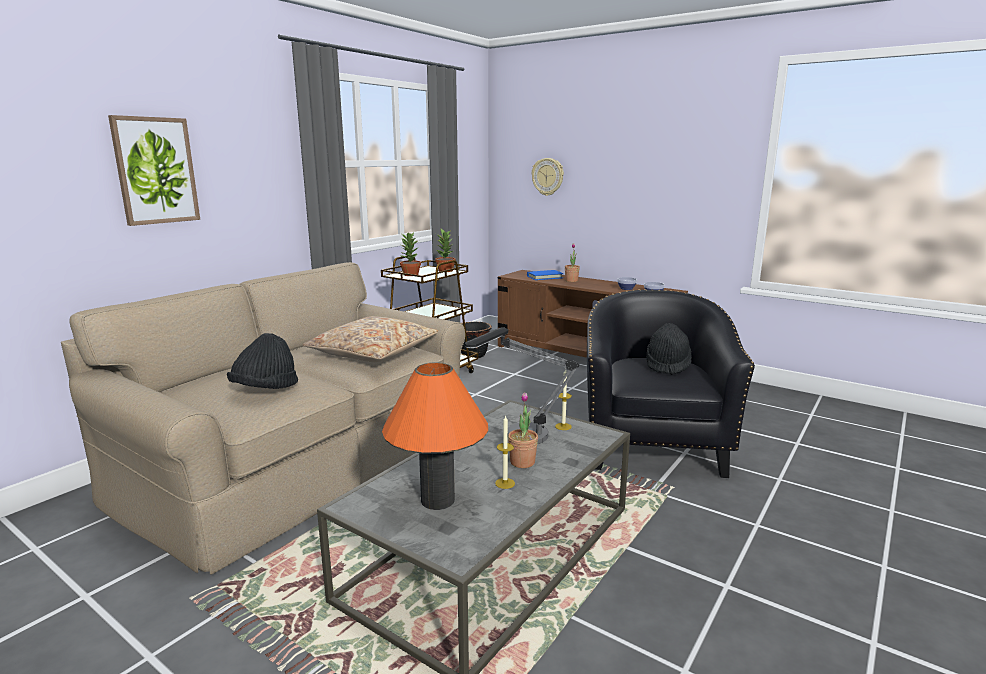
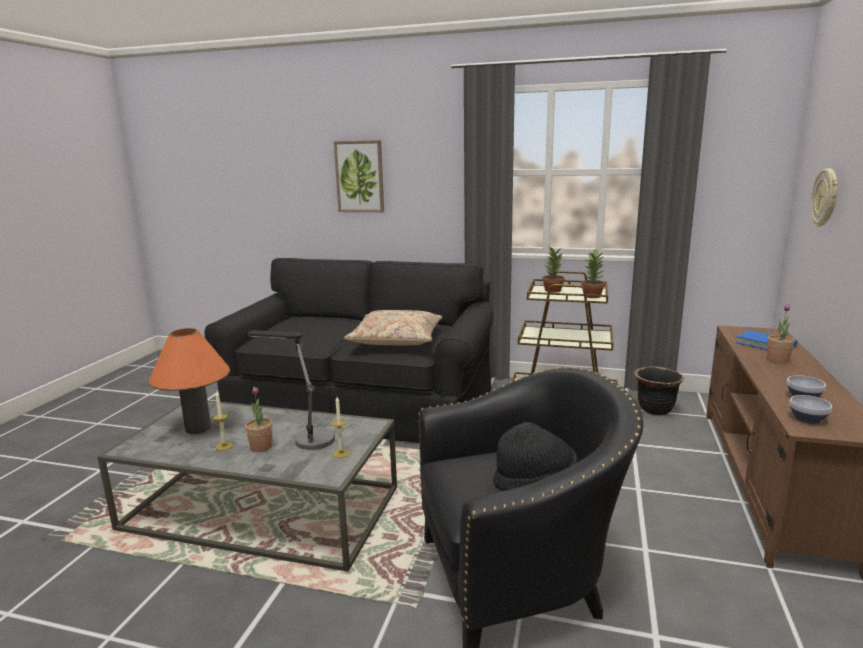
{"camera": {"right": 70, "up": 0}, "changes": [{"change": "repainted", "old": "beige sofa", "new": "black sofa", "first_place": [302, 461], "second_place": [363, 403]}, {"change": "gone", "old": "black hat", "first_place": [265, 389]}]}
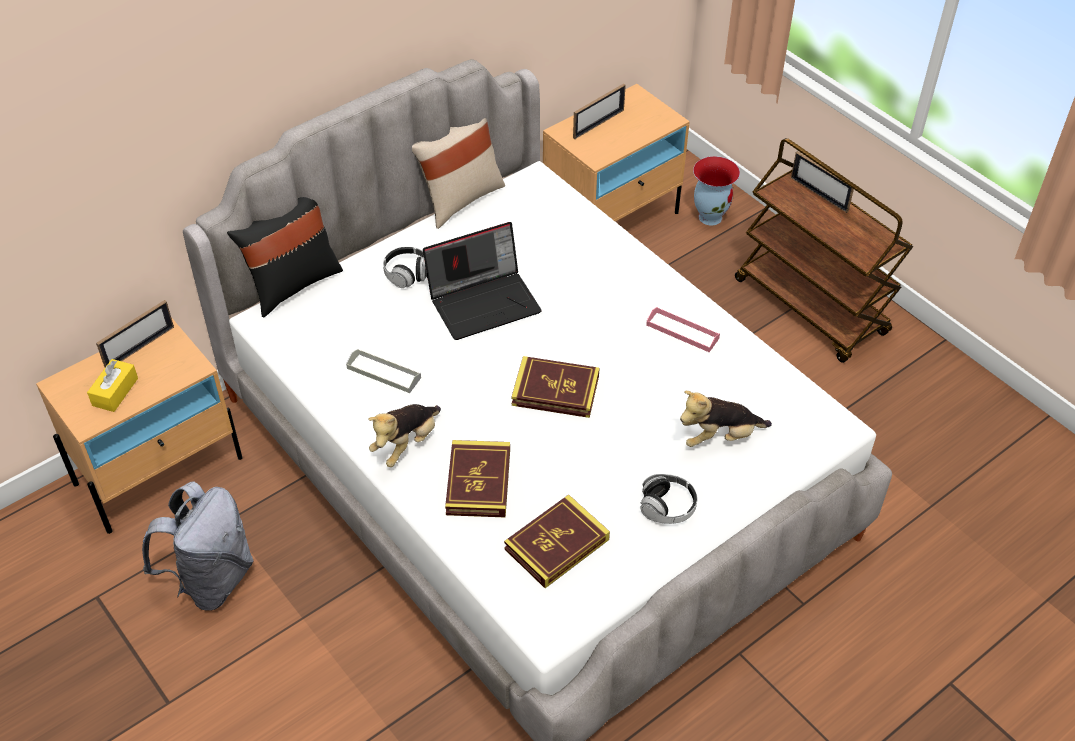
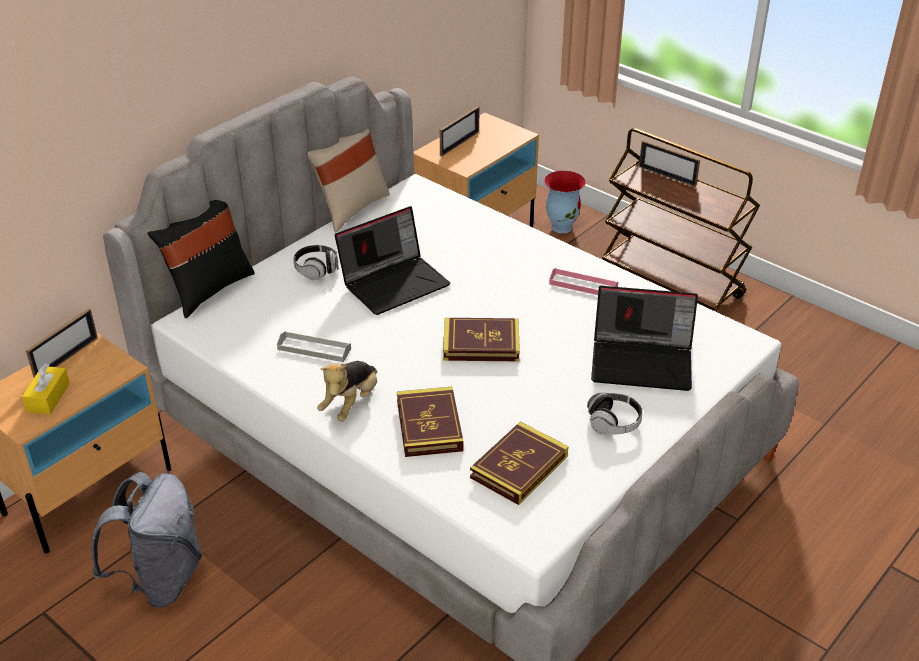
{"camera": {"right": -10, "up": -10}, "changes": [{"change": "swapped", "old": "plush toy", "new": "laptop", "first_place": [719, 437], "second_place": [643, 362]}]}
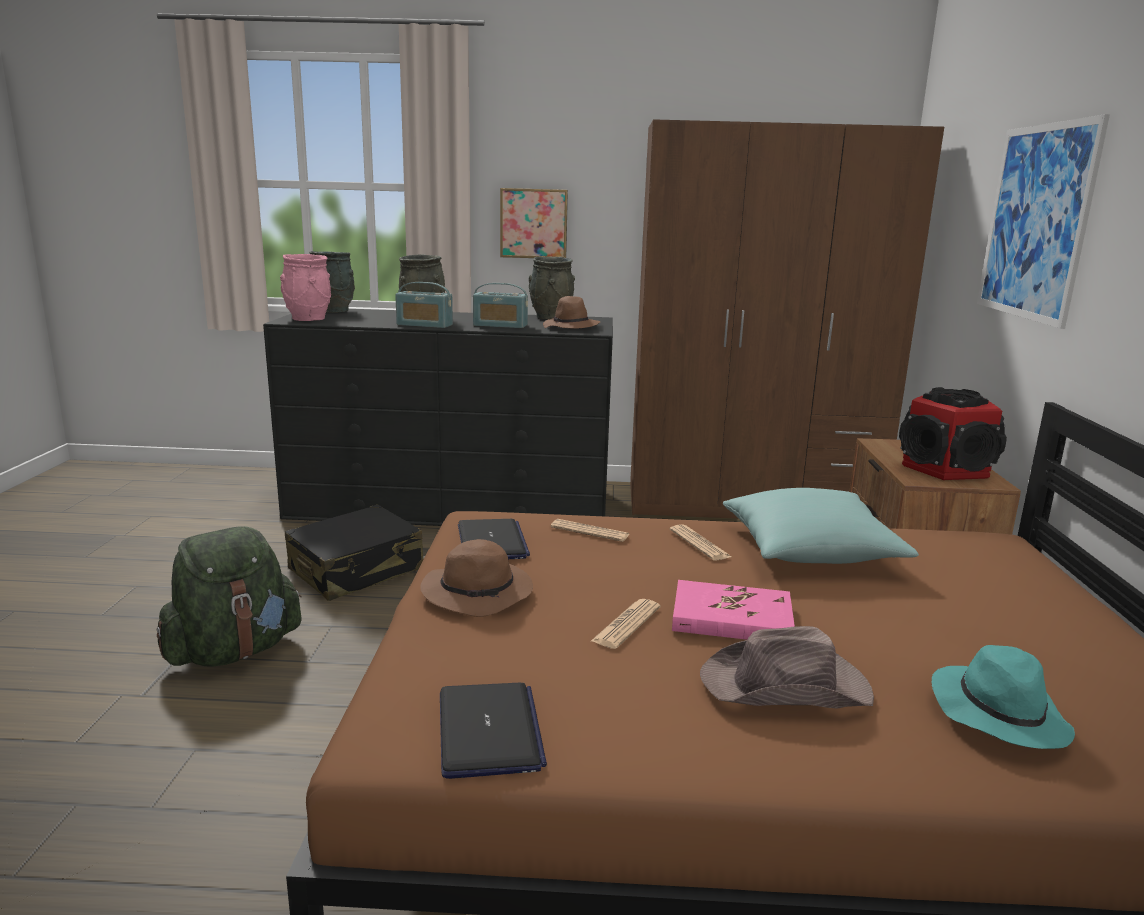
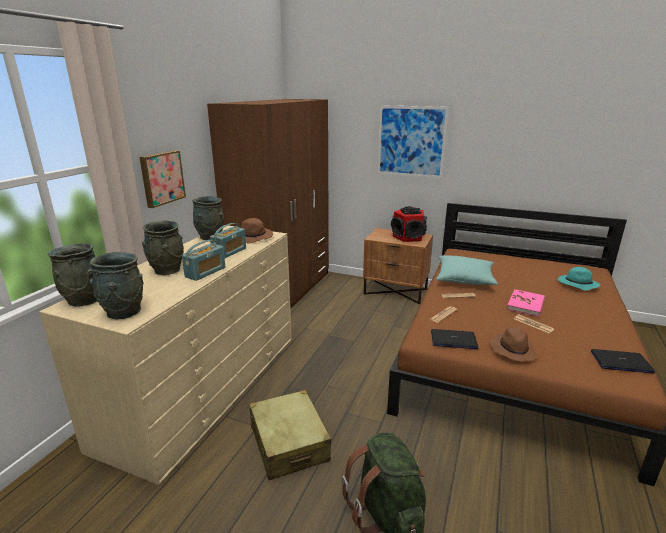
{"camera": {"right": -70, "up": 5}, "changes": [{"change": "repainted", "old": "black dresser", "new": "beige dresser", "first_place": [452, 504], "second_place": [206, 386]}, {"change": "repainted", "old": "pink vase", "new": "grey vase", "first_place": [308, 319], "second_place": [123, 312]}, {"change": "repainted", "old": "black suitcase", "new": "beige suitcase", "first_place": [357, 570], "second_place": [289, 443]}, {"change": "gone", "old": "brown hat", "first_place": [787, 687]}]}
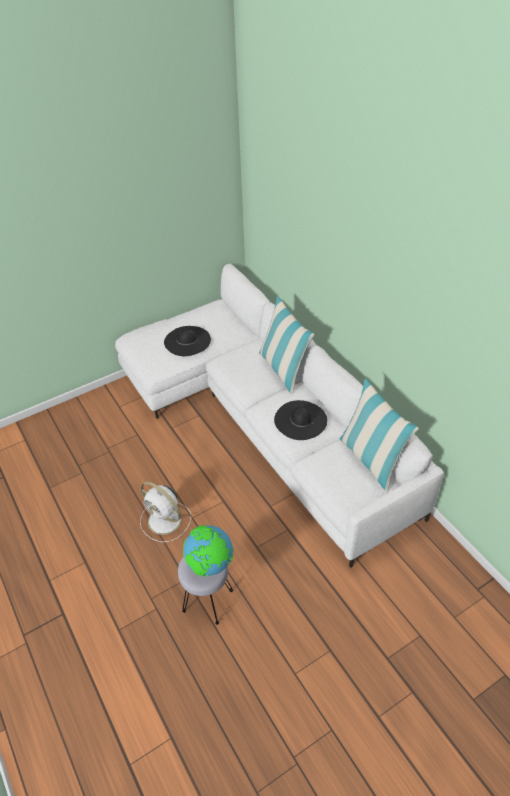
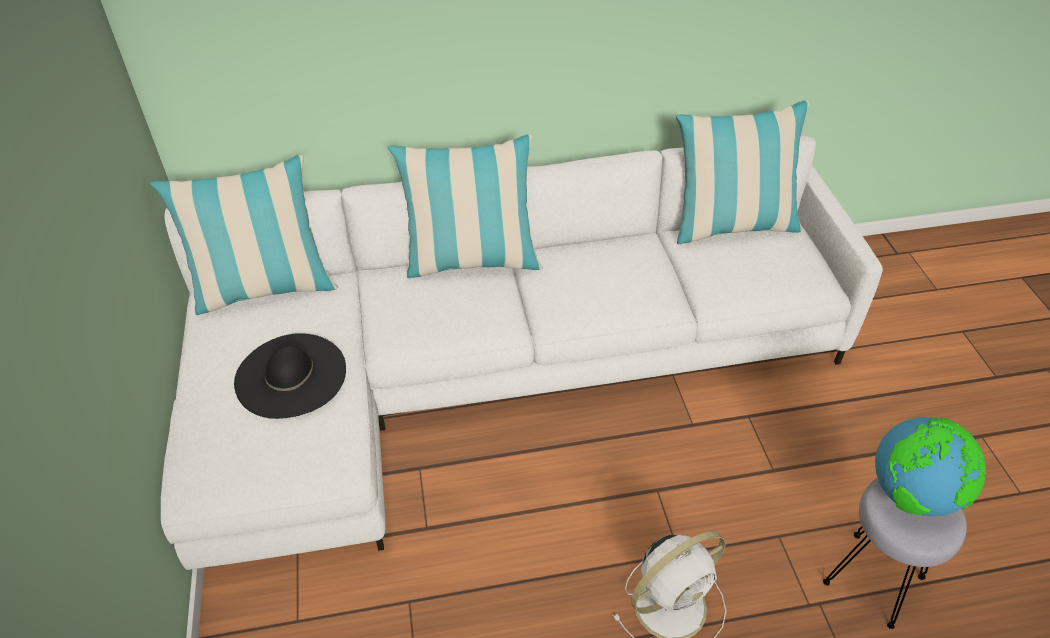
{"camera": {"right": -70, "up": 0}, "changes": [{"change": "gone", "old": "black hat", "first_place": [300, 420]}, {"change": "new", "new": "pillow", "second_place": [264, 289]}]}
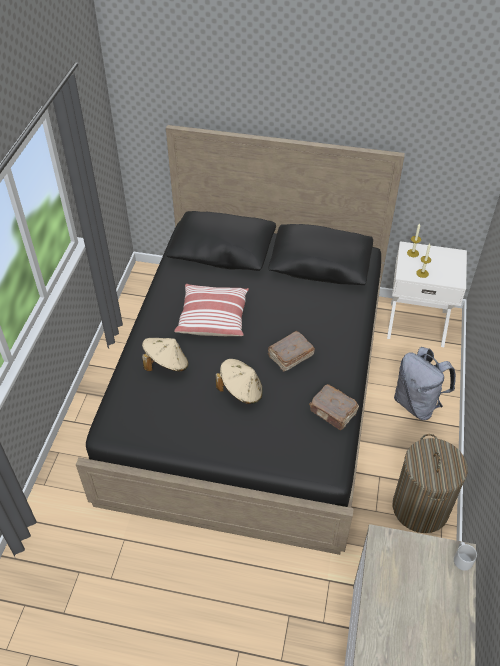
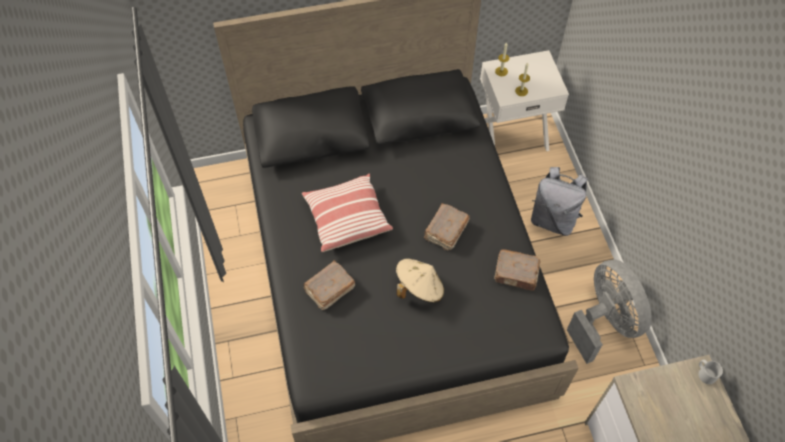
{"camera": {"right": -25, "up": 10}, "changes": [{"change": "swapped", "old": "beige hat", "new": "brown book", "first_place": [166, 364], "second_place": [329, 289]}, {"change": "swapped", "old": "laundry basket", "new": "grey fan", "first_place": [420, 507], "second_place": [604, 322]}]}
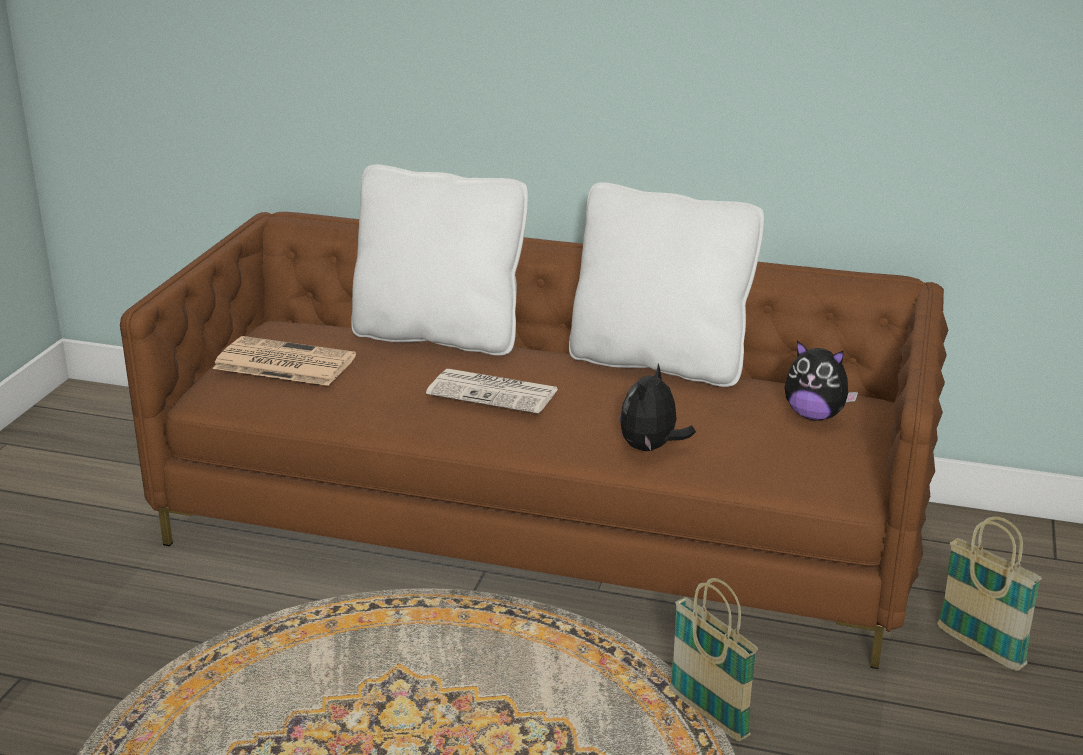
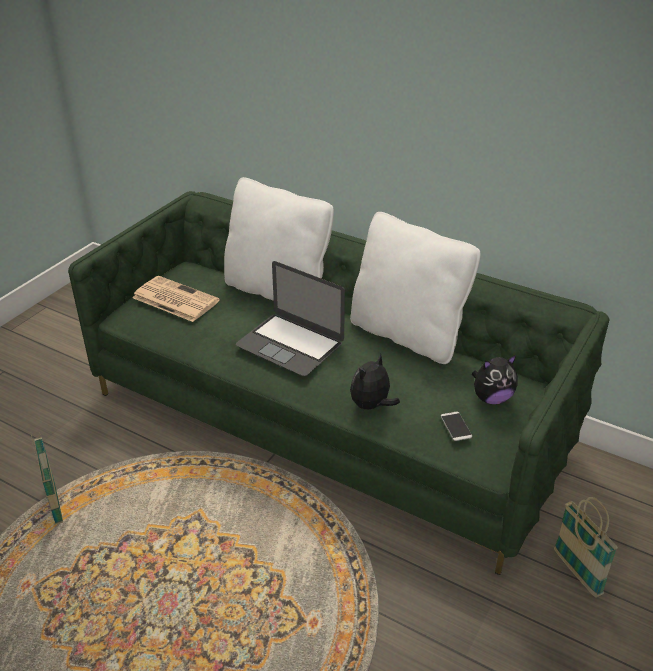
{"camera": {"right": 15, "up": 10}, "changes": [{"change": "repainted", "old": "brown sofa", "new": "green sofa", "first_place": [542, 527], "second_place": [327, 420]}, {"change": "swapped", "old": "newspaper", "new": "laptop", "first_place": [495, 392], "second_place": [290, 344]}, {"change": "shifted", "old": "basket", "first_place": [708, 715], "second_place": [55, 504]}, {"change": "rotated", "old": "plush toy", "first_place": [815, 415], "second_place": [491, 398], "degrees": -60}, {"change": "new", "new": "phone", "second_place": [456, 426]}]}
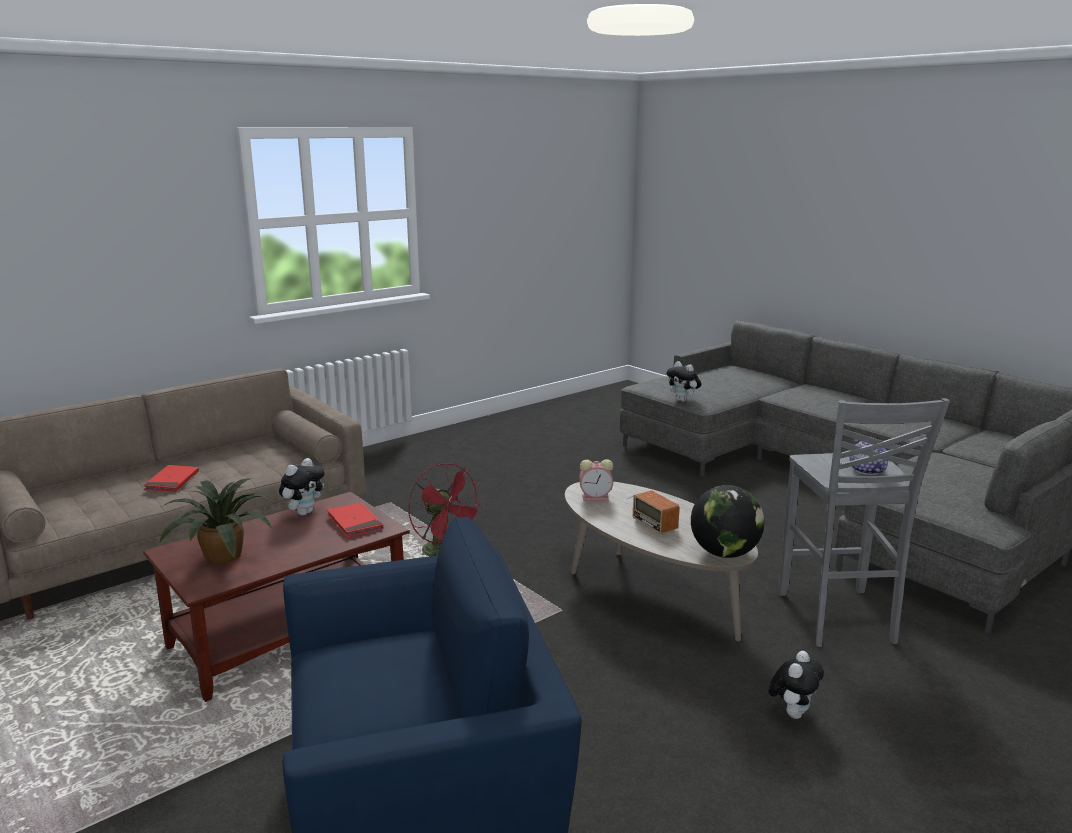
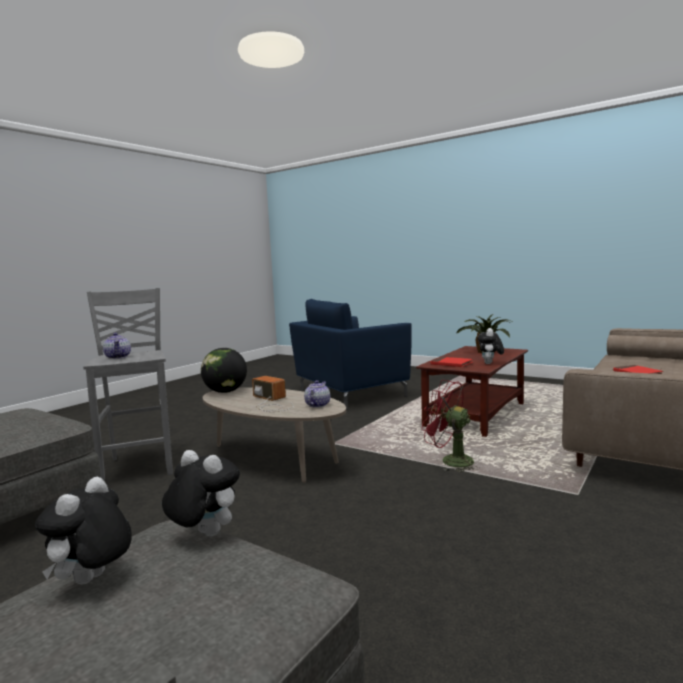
{"camera": {"right": 165, "up": -10}, "changes": [{"change": "swapped", "old": "alarm clock", "new": "teapot", "first_place": [596, 498], "second_place": [317, 405]}, {"change": "shifted", "old": "plush toy", "first_place": [792, 712], "second_place": [92, 581]}]}
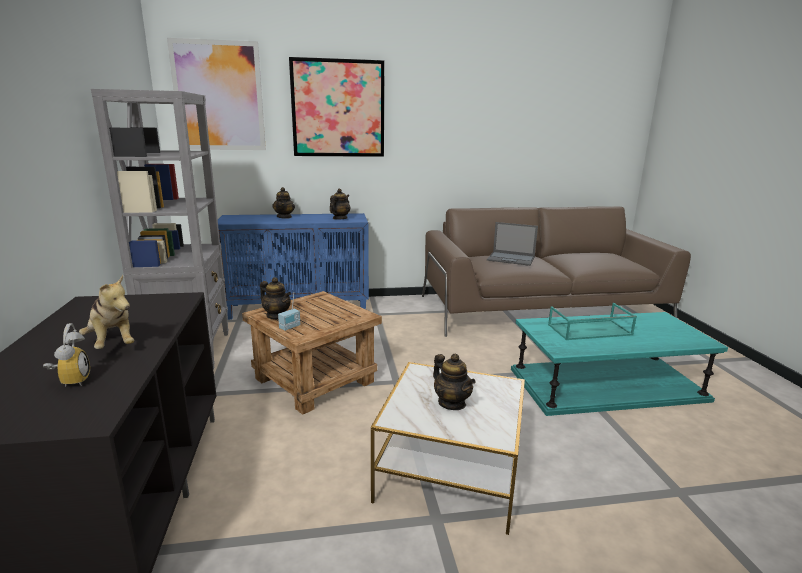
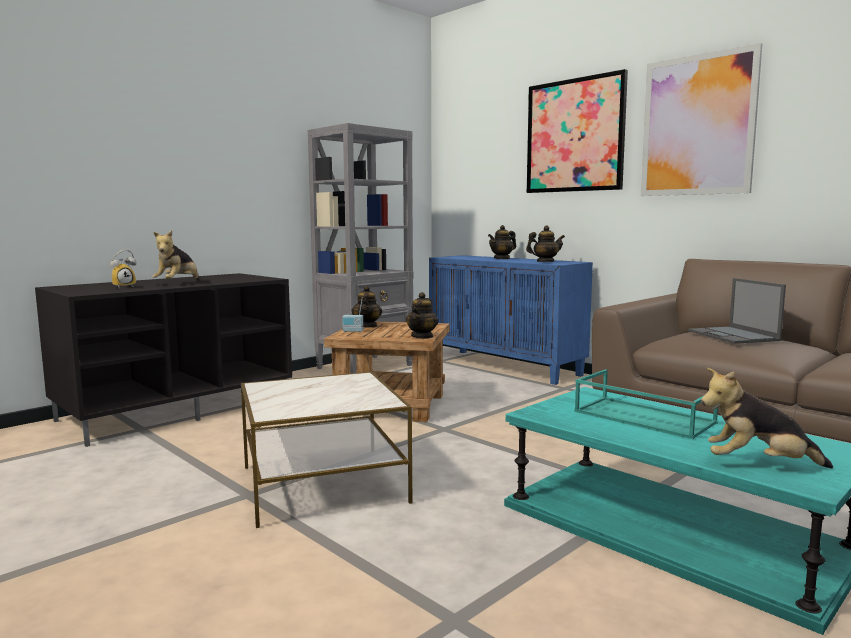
{"camera": {"right": 55, "up": -10}, "changes": [{"change": "shifted", "old": "picture", "first_place": [219, 96], "second_place": [697, 125]}, {"change": "shifted", "old": "teapot", "first_place": [452, 403], "second_place": [422, 336]}, {"change": "new", "new": "plush toy", "second_place": [758, 464]}]}
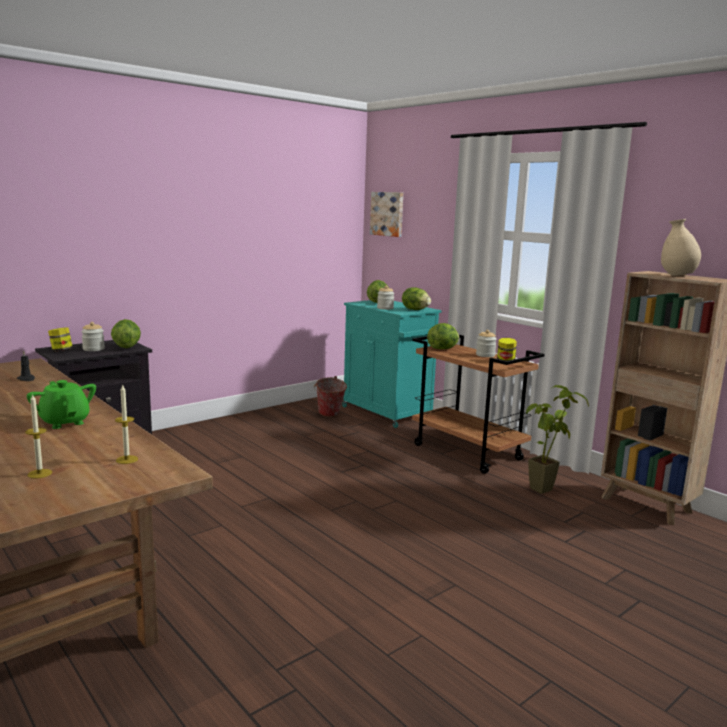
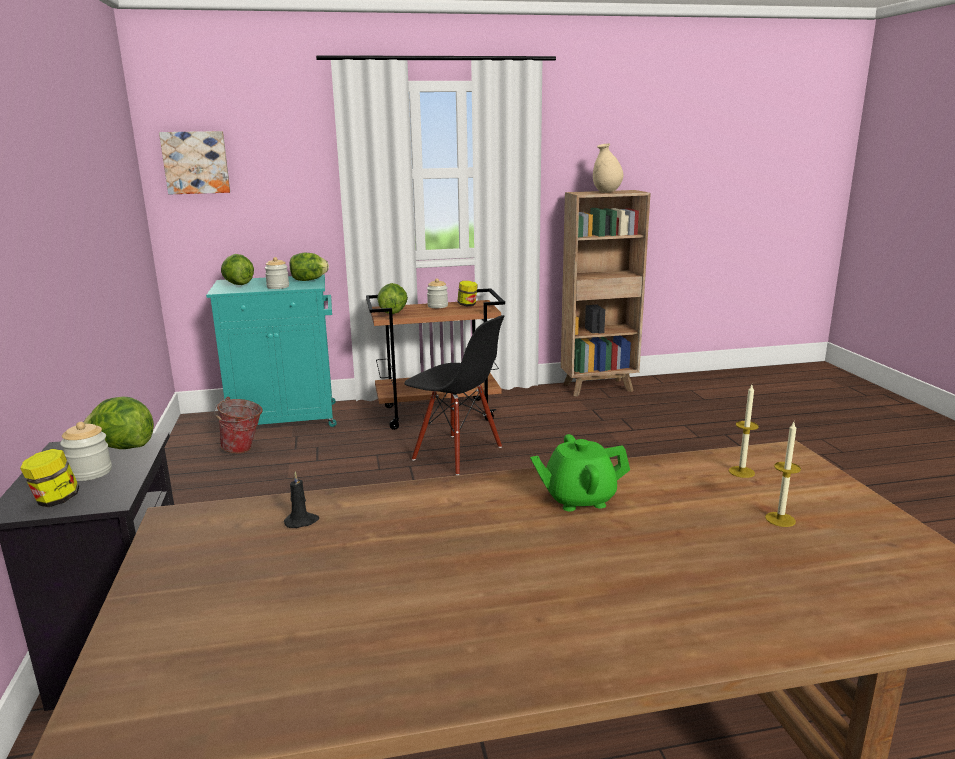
{"camera": {"right": -60, "up": 5}, "changes": [{"change": "gone", "old": "potted plant", "first_place": [548, 489]}, {"change": "new", "new": "black chair", "second_place": [457, 454]}]}
